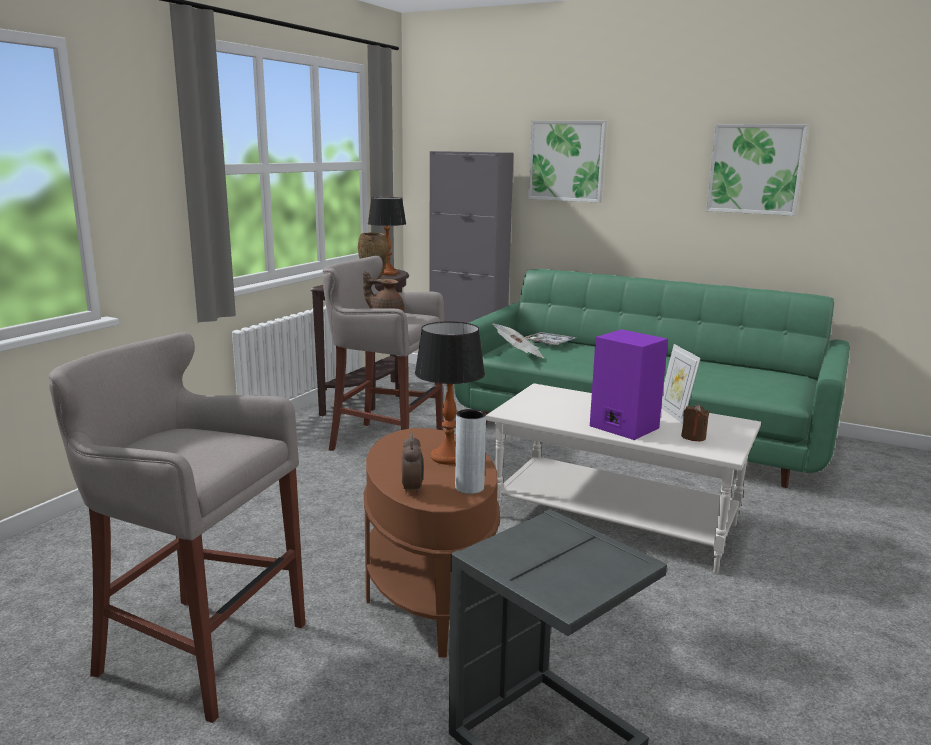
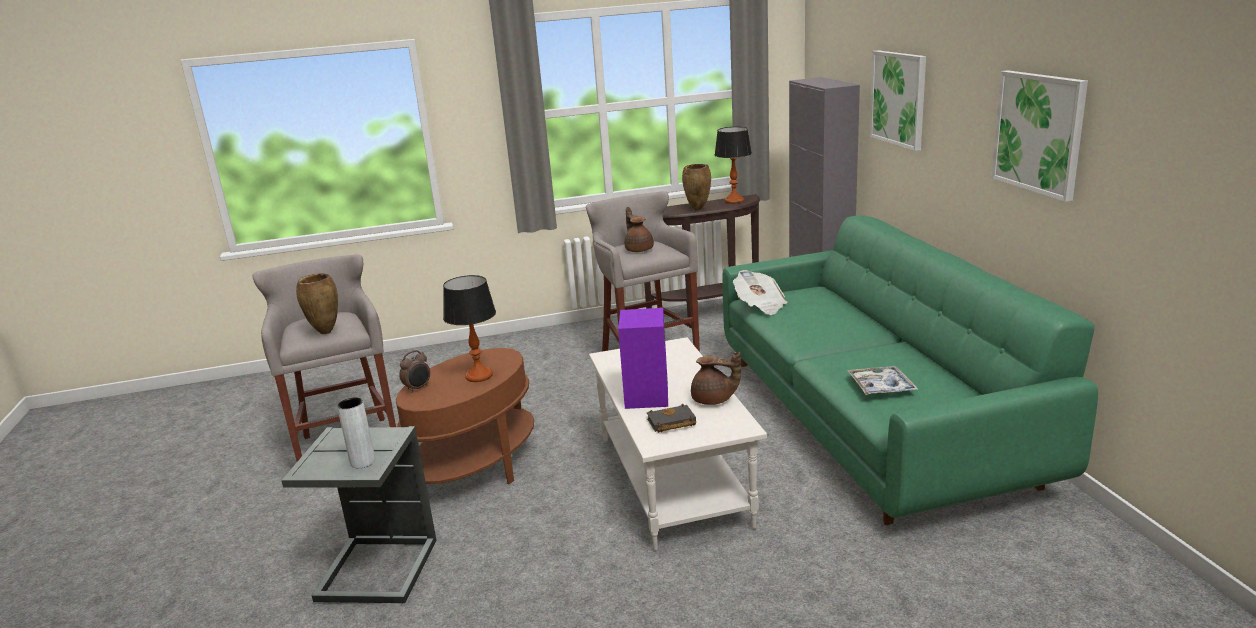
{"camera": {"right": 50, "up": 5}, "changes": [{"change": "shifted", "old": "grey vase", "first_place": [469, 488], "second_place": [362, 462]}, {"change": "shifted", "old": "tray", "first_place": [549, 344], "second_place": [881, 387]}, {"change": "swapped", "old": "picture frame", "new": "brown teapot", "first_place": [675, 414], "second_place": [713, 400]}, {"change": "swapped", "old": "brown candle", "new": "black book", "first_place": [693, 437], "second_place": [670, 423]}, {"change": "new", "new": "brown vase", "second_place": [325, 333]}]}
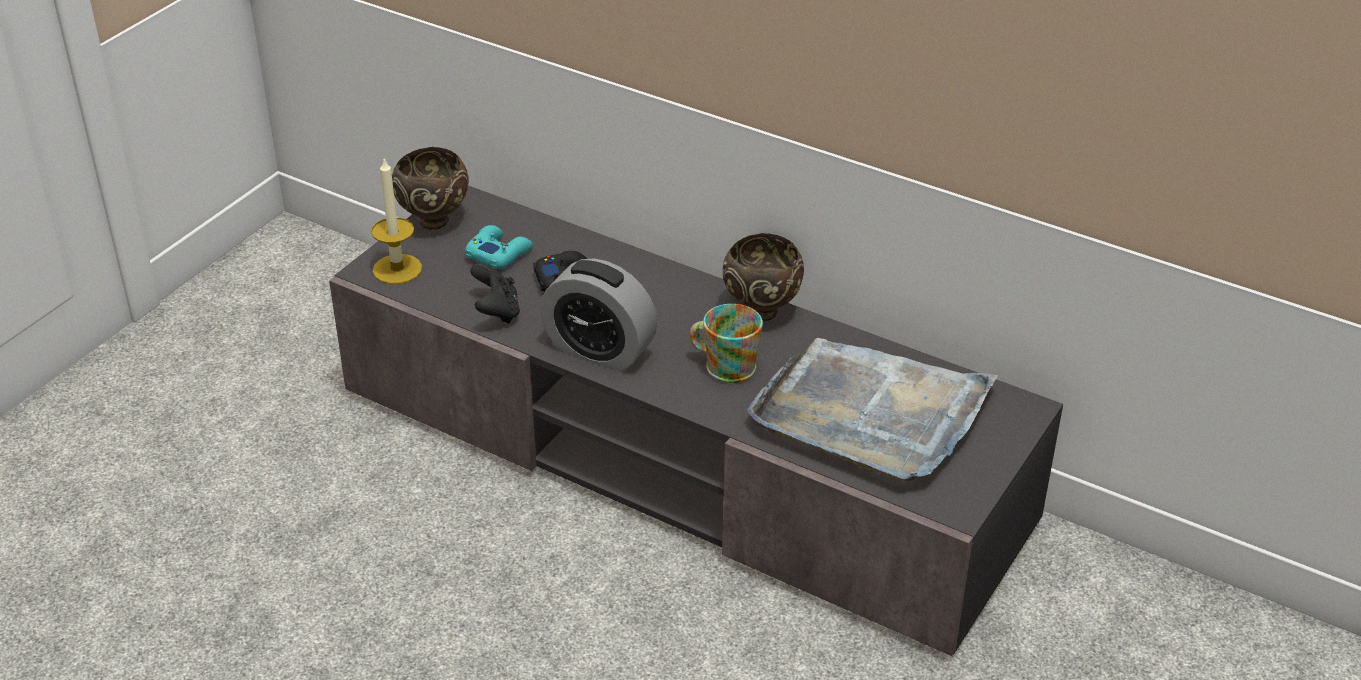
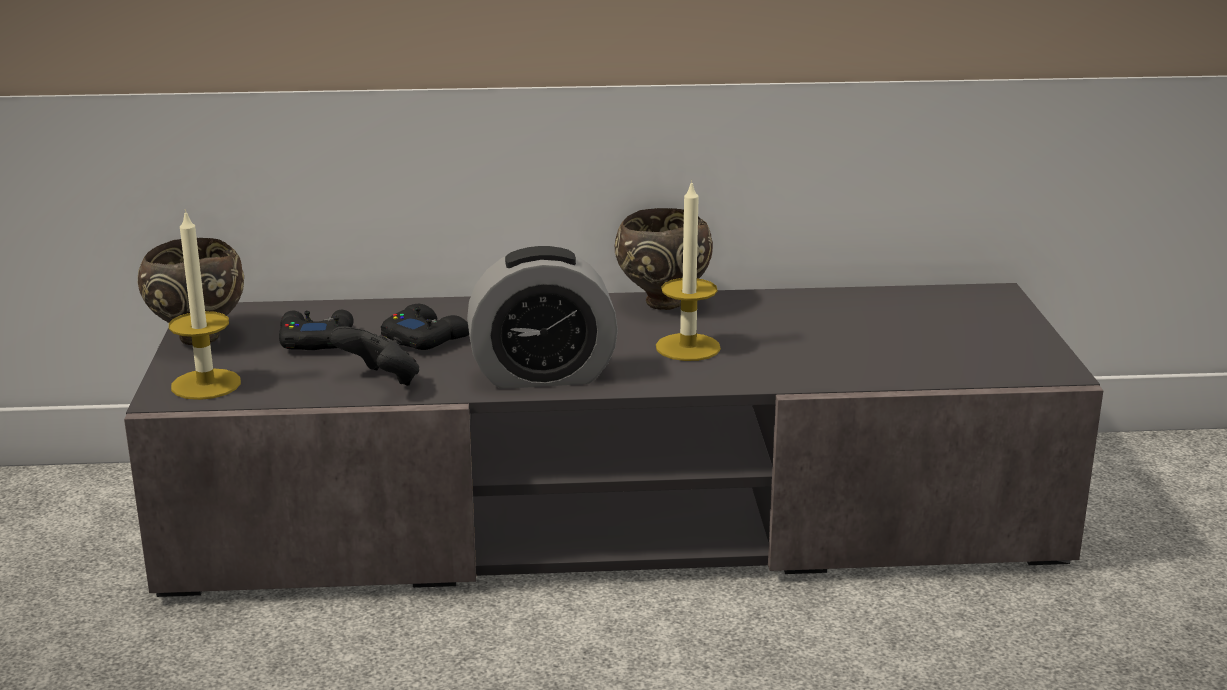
{"camera": {"right": -35, "up": -15}, "changes": [{"change": "repainted", "old": "turquoise game controller", "new": "black game controller", "first_place": [498, 253], "second_place": [316, 340]}, {"change": "swapped", "old": "mug", "new": "candle", "first_place": [724, 365], "second_place": [688, 347]}, {"change": "gone", "old": "grey tray", "first_place": [871, 414]}]}
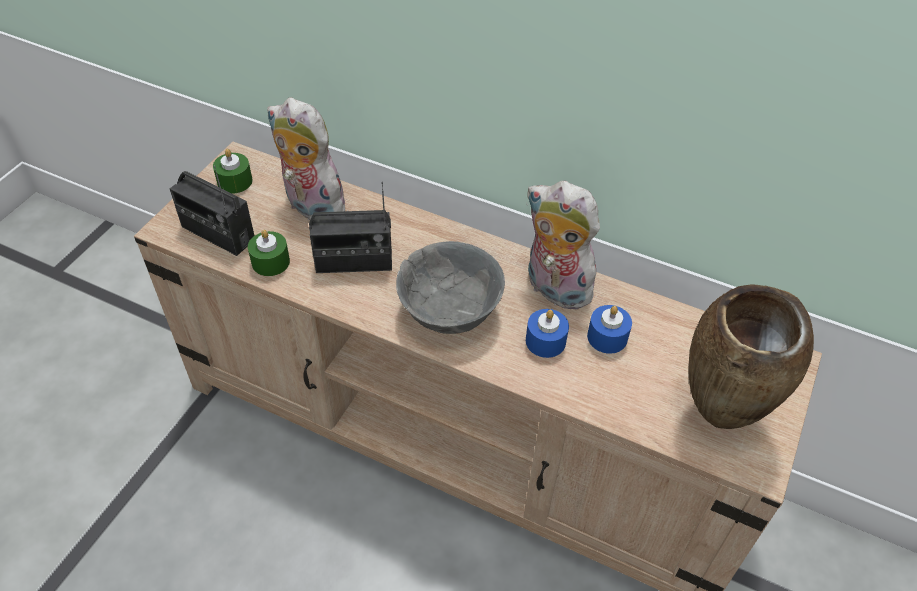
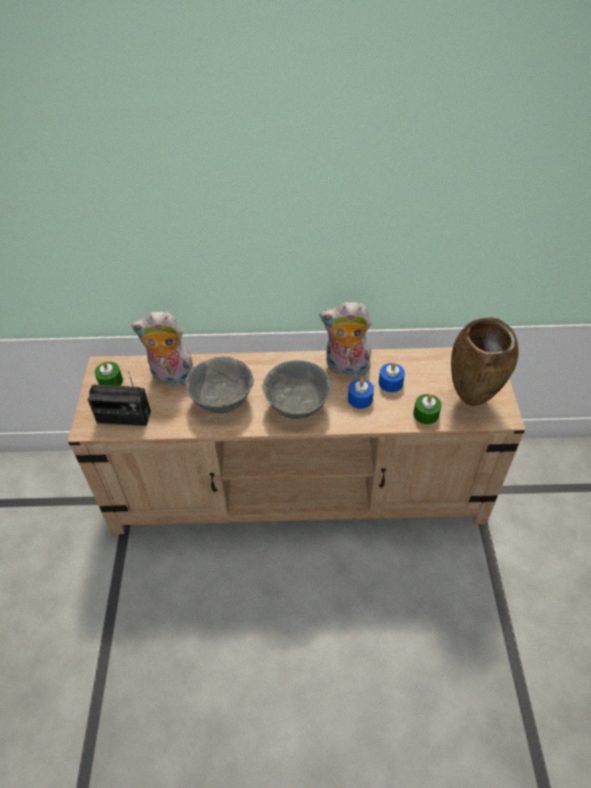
{"camera": {"right": -25, "up": 0}, "changes": [{"change": "shifted", "old": "green candle", "first_place": [270, 262], "second_place": [426, 414]}, {"change": "swapped", "old": "radio", "new": "grey bowl", "first_place": [354, 262], "second_place": [222, 399]}]}
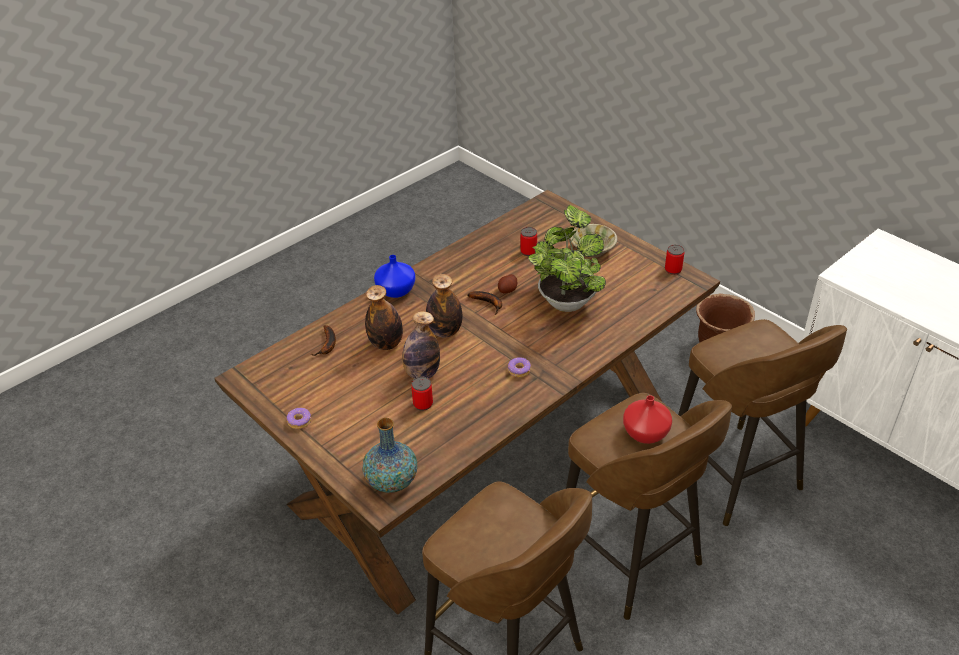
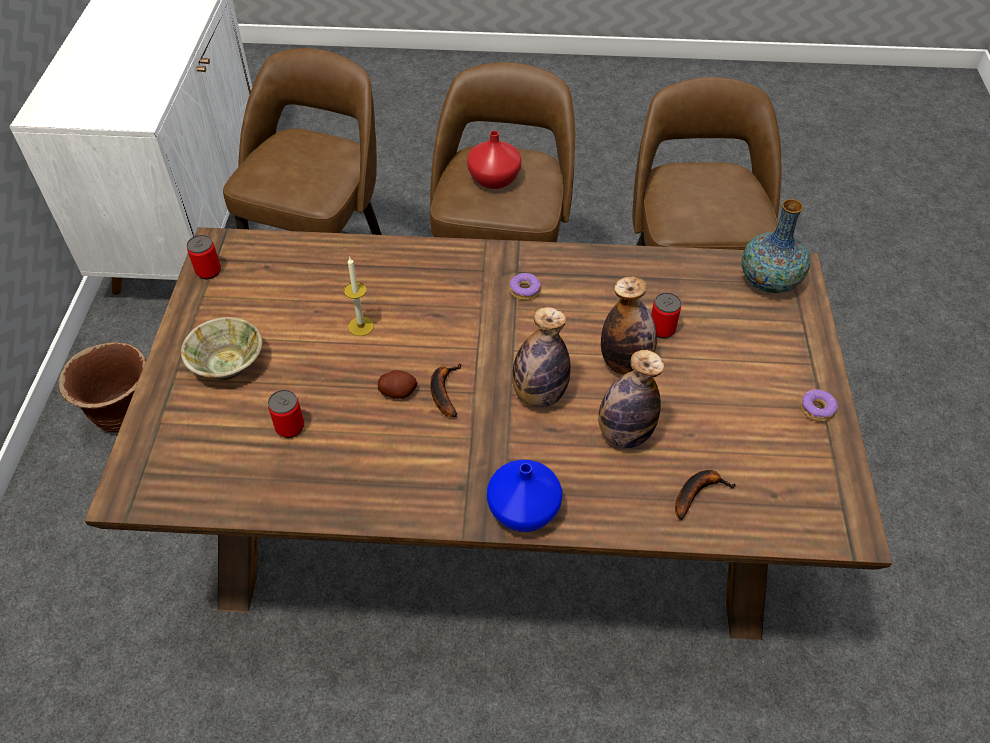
{"camera": {"right": -135, "up": 10}, "changes": [{"change": "swapped", "old": "potted plant", "new": "candle", "first_place": [567, 299], "second_place": [361, 326]}]}
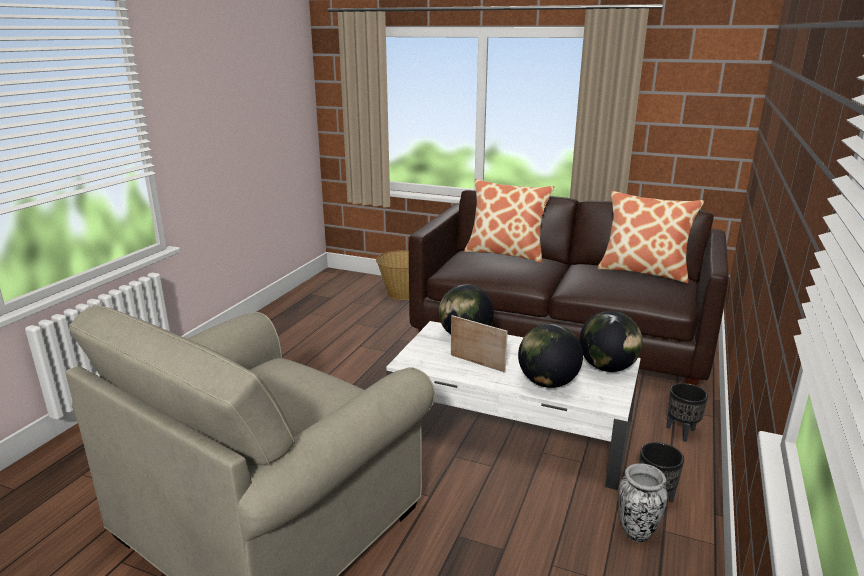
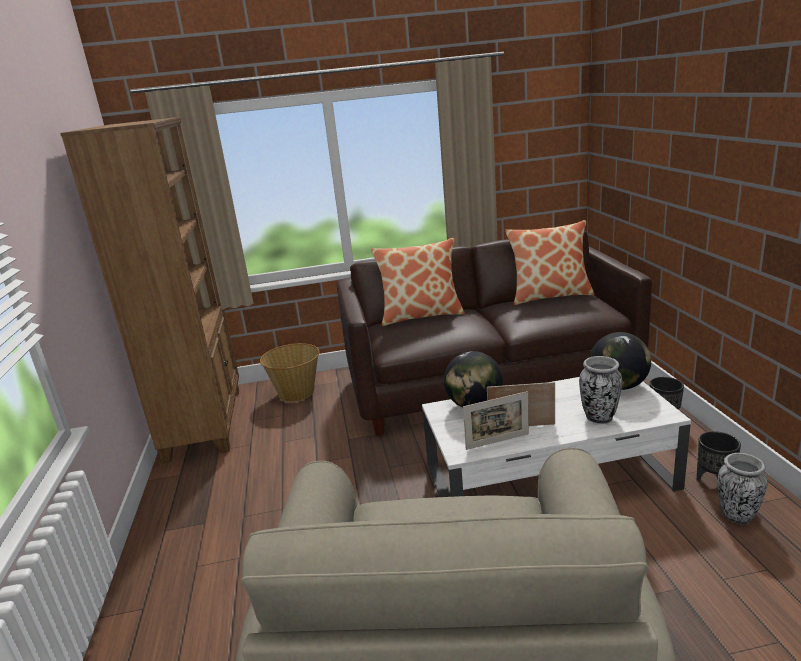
{"camera": {"right": -30, "up": 0}, "changes": [{"change": "swapped", "old": "globe", "new": "vase", "first_place": [548, 383], "second_place": [599, 418]}, {"change": "new", "new": "brown bookcase", "second_place": [205, 422]}, {"change": "new", "new": "picture frame", "second_place": [497, 441]}]}
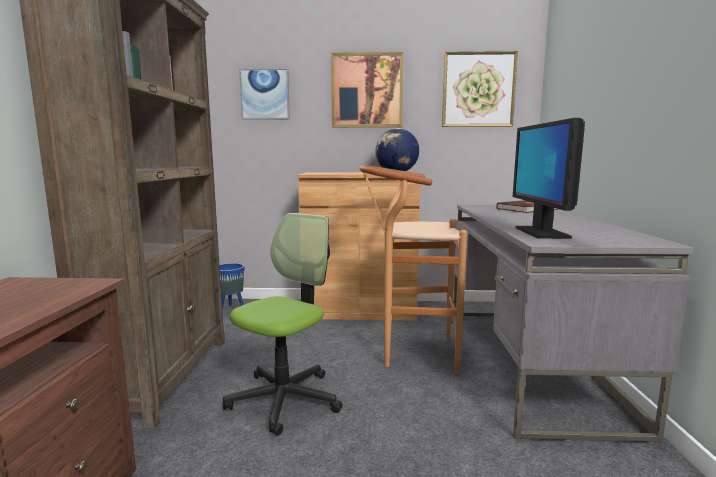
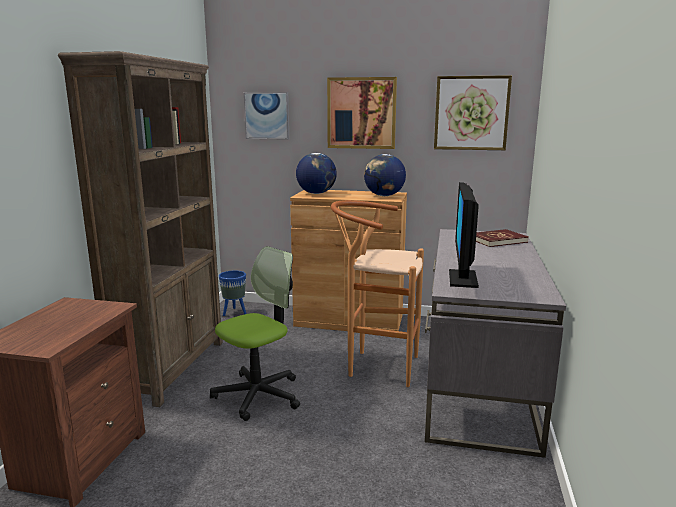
{"camera": {"right": 10, "up": 5}, "changes": [{"change": "new", "new": "globe", "second_place": [316, 193]}]}
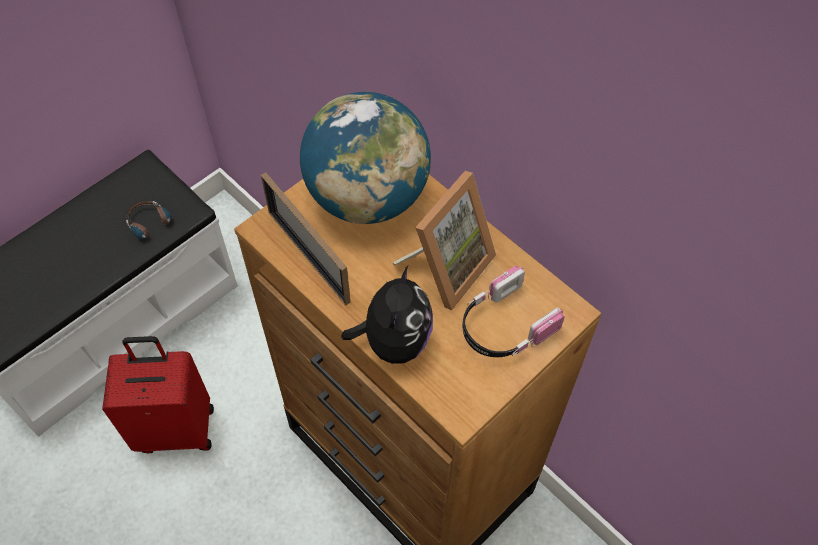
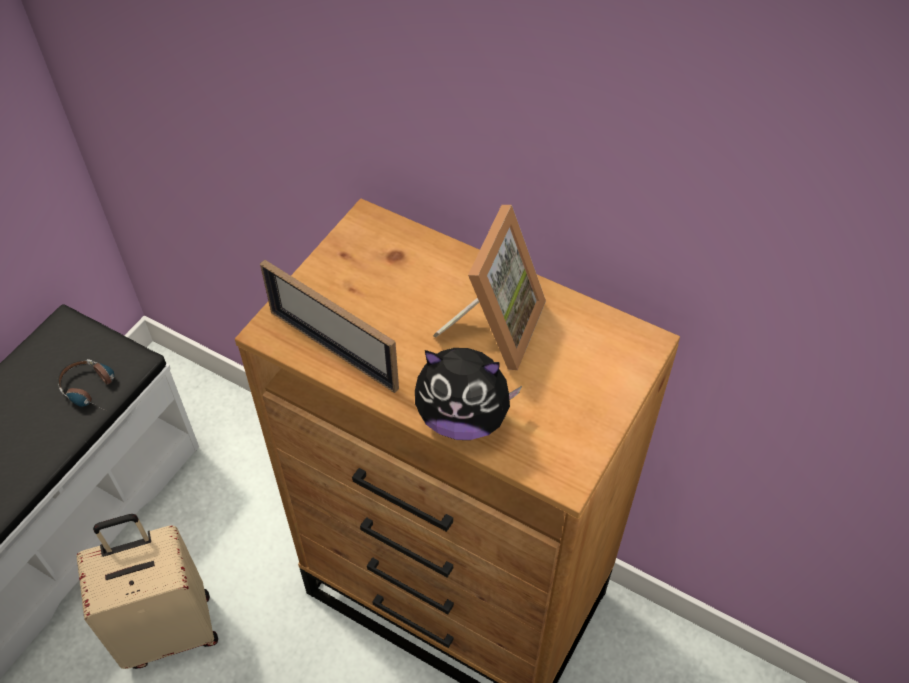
{"camera": {"right": -15, "up": -5}, "changes": [{"change": "repainted", "old": "red suitcase", "new": "beige suitcase", "first_place": [176, 428], "second_place": [169, 628]}, {"change": "gone", "old": "globe", "first_place": [368, 197]}, {"change": "rotated", "old": "plush toy", "first_place": [394, 340], "second_place": [463, 418], "degrees": 105}, {"change": "gone", "old": "headphones", "first_place": [504, 327]}]}
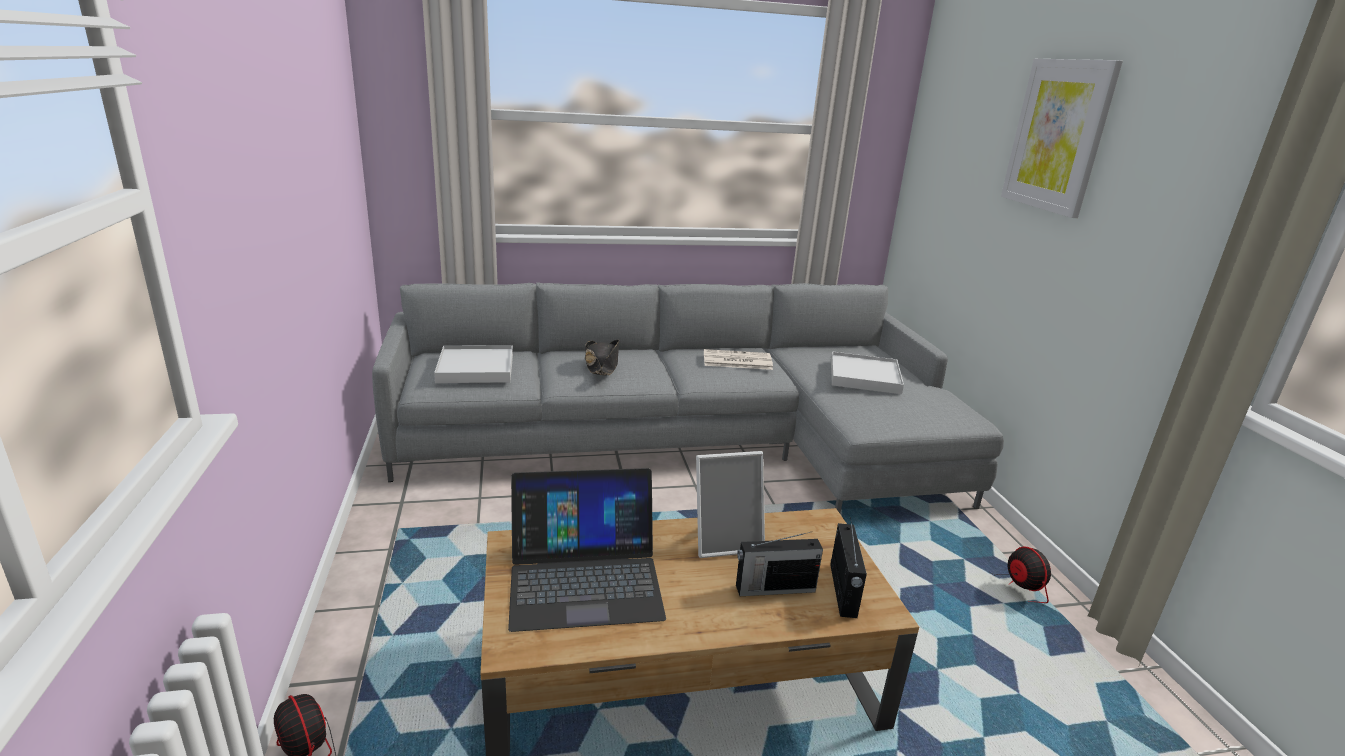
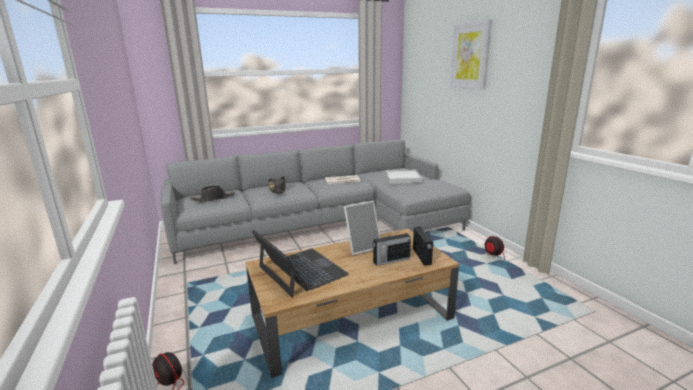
{"camera": {"right": -10, "up": -5}, "changes": [{"change": "swapped", "old": "white tray", "new": "black hat", "first_place": [476, 368], "second_place": [213, 199]}, {"change": "rotated", "old": "laptop", "first_place": [585, 578], "second_place": [301, 271], "degrees": -105}]}
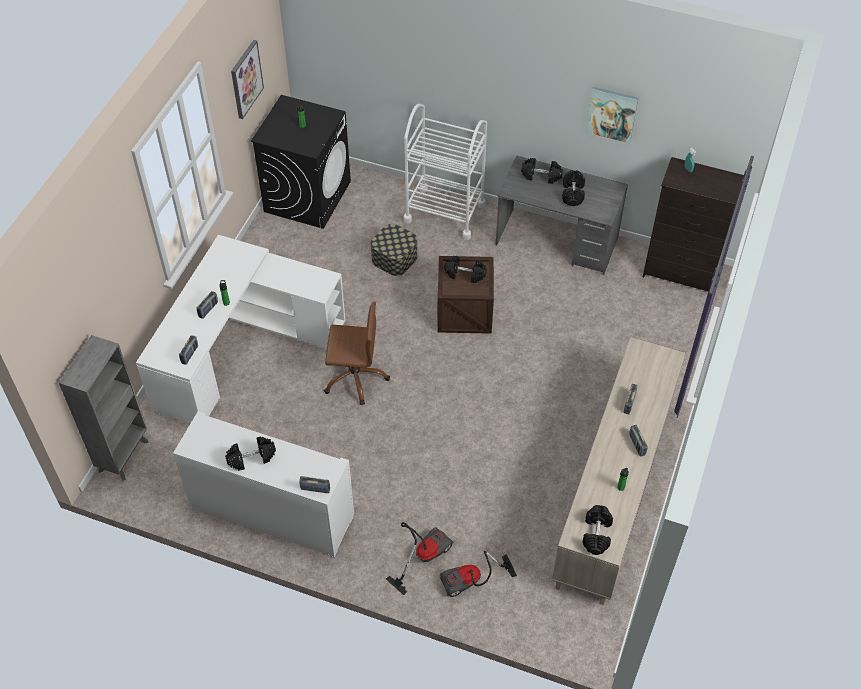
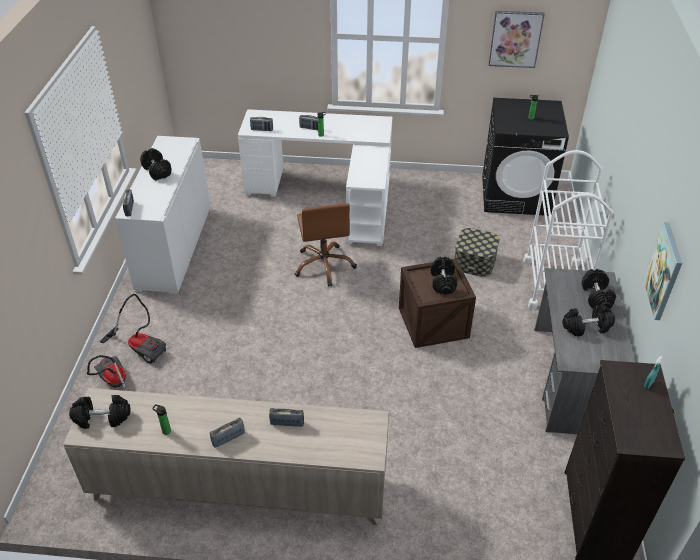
{"camera": {"right": 75, "up": -10}, "changes": [{"change": "gone", "old": "grey bookcase", "first_place": [124, 455]}]}
